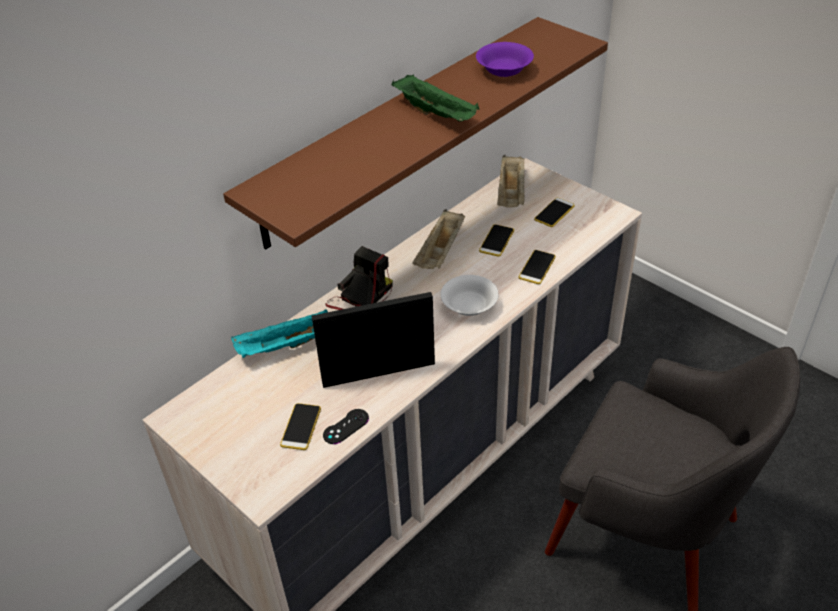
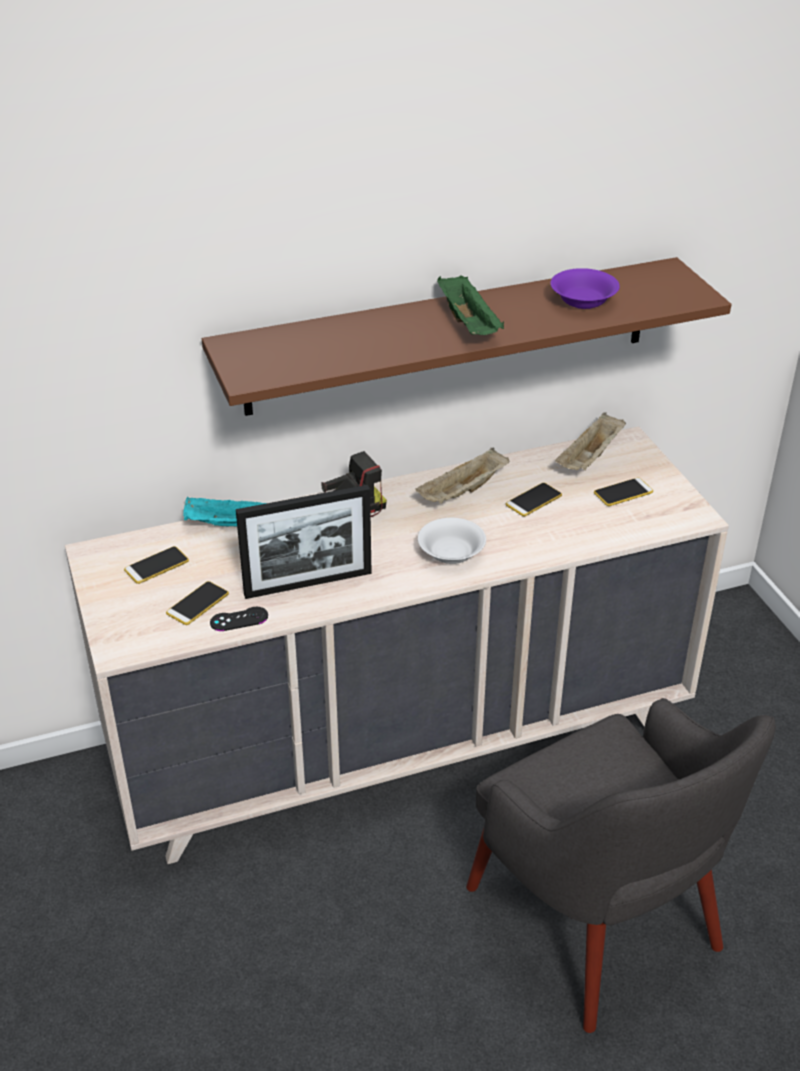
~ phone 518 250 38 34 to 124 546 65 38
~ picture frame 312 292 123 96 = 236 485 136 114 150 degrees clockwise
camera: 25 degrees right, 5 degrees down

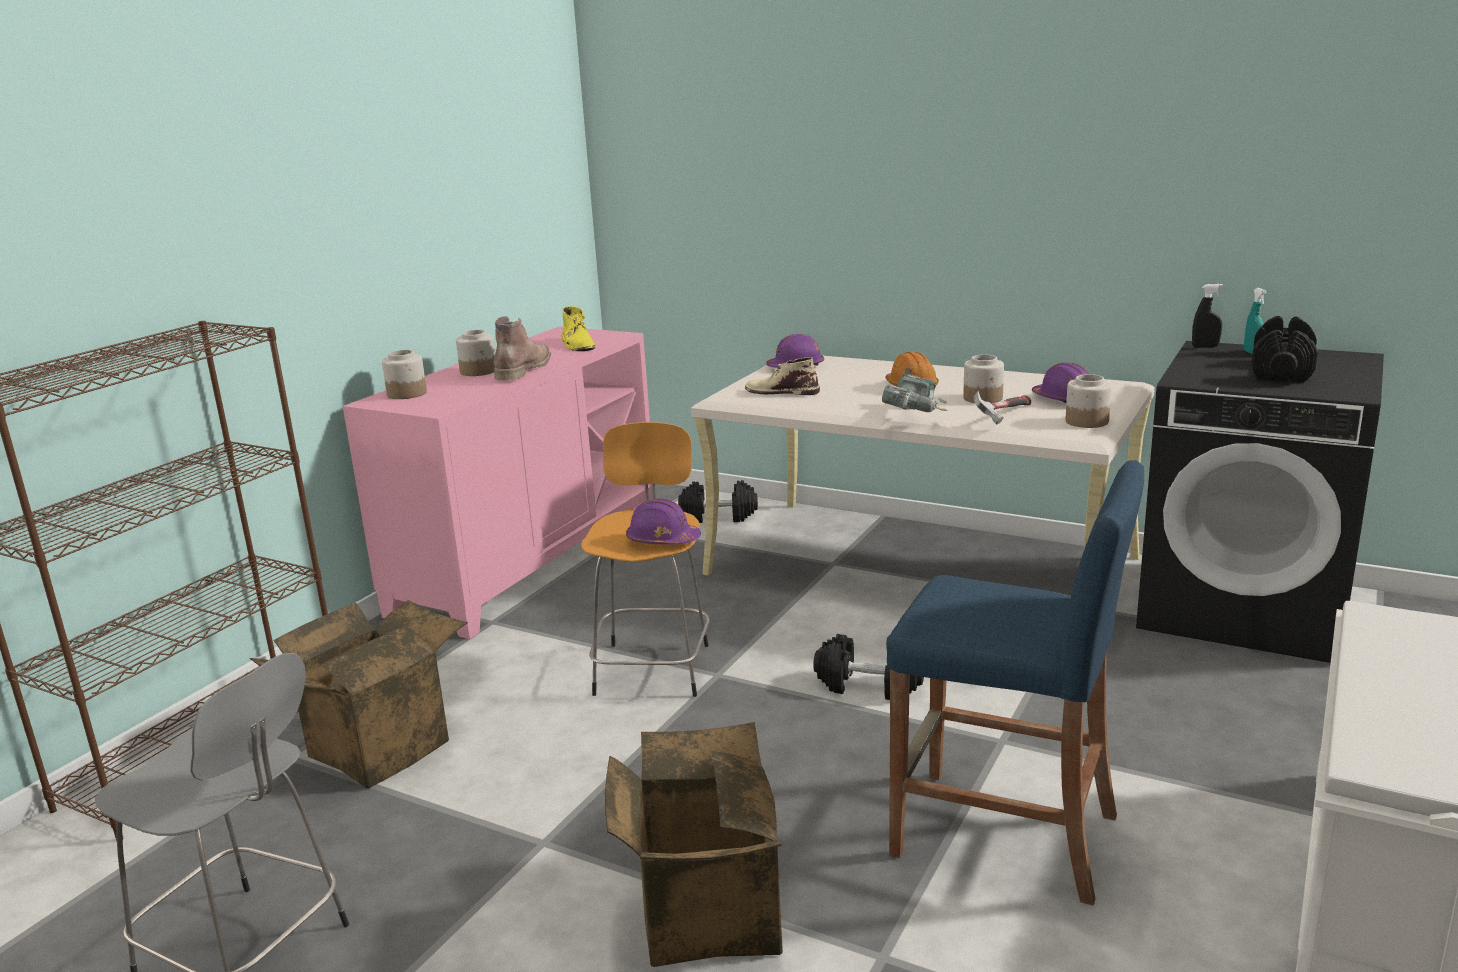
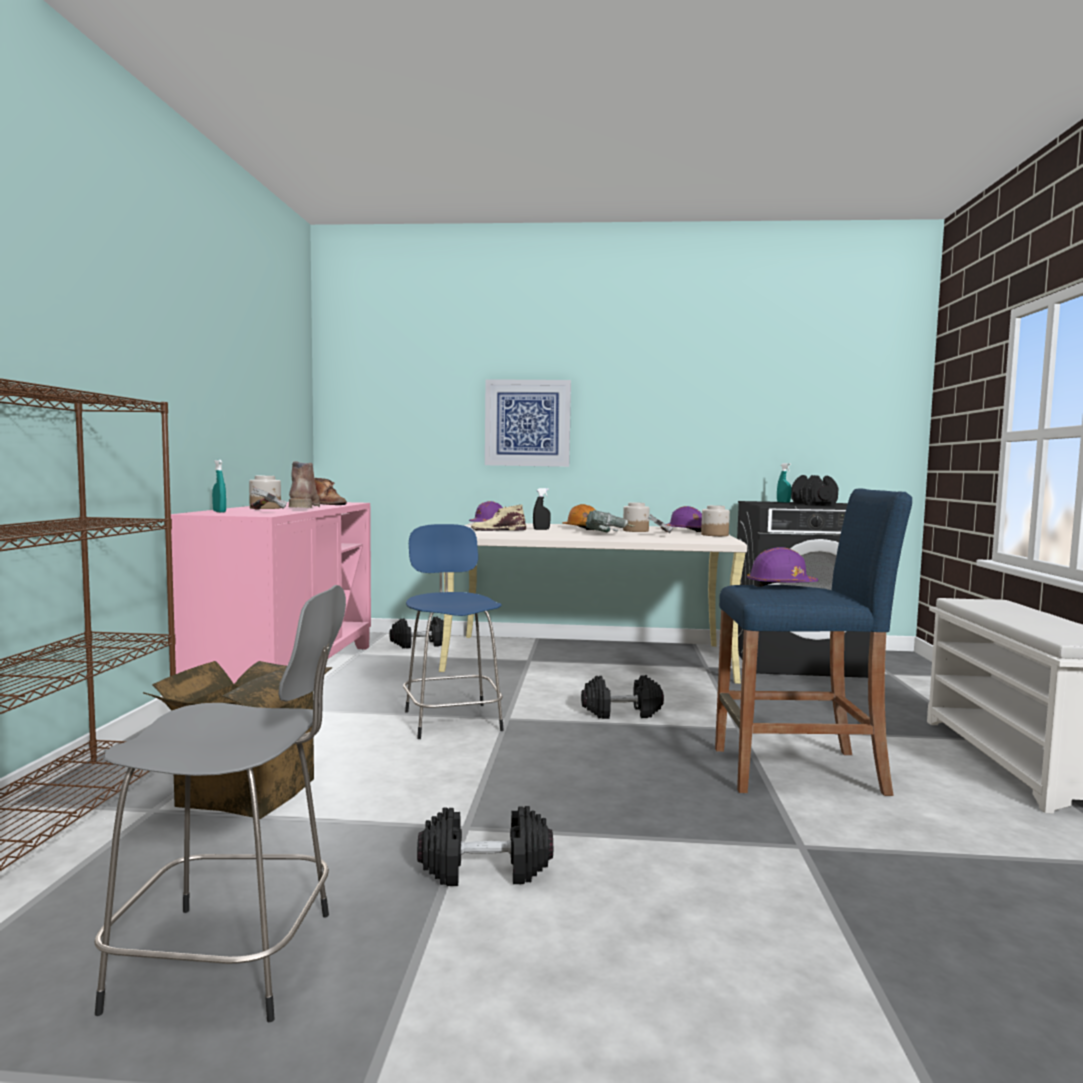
- cardboard box 605 722 178 245
+ hammer 251 488 36 22
+ dumbbell (black) 417 806 136 80
+ picture 485 379 86 88
~ hard hat (purple) 626 498 75 47 to 747 547 71 39
~ spray bottle (black) 1192 284 31 64 to 533 488 18 42
~ jar 382 350 45 49 to spray bottle (turquoise) 212 459 14 54
~ boot (yellow) 562 306 34 45 to boot (brown) 314 478 33 27
~ stool (orange) 581 422 129 275 to stool (blue) 403 524 101 215
camera: 25 degrees left, 15 degrees down

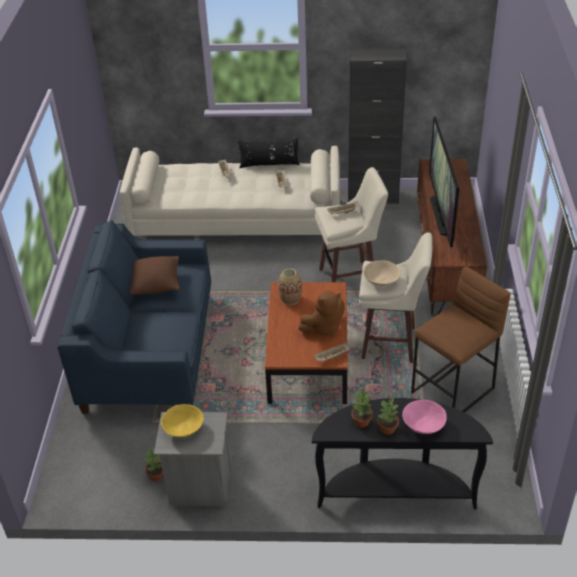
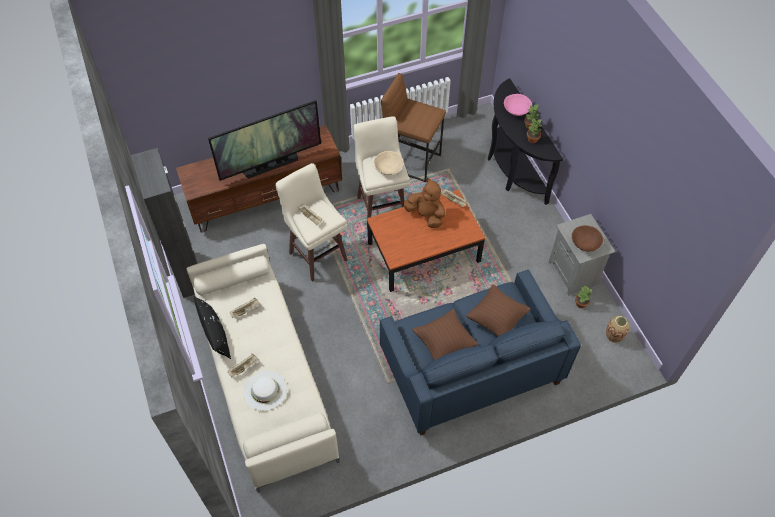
+ hat (white) 243 371 44 40
+ pillow (brown) 466 284 64 52
~ vase 278 268 24 37 to 606 316 24 27
~ bowl (yellow) 161 404 43 33 to bowl (brown) 572 225 32 27
camera: 115 degrees left, 15 degrees up

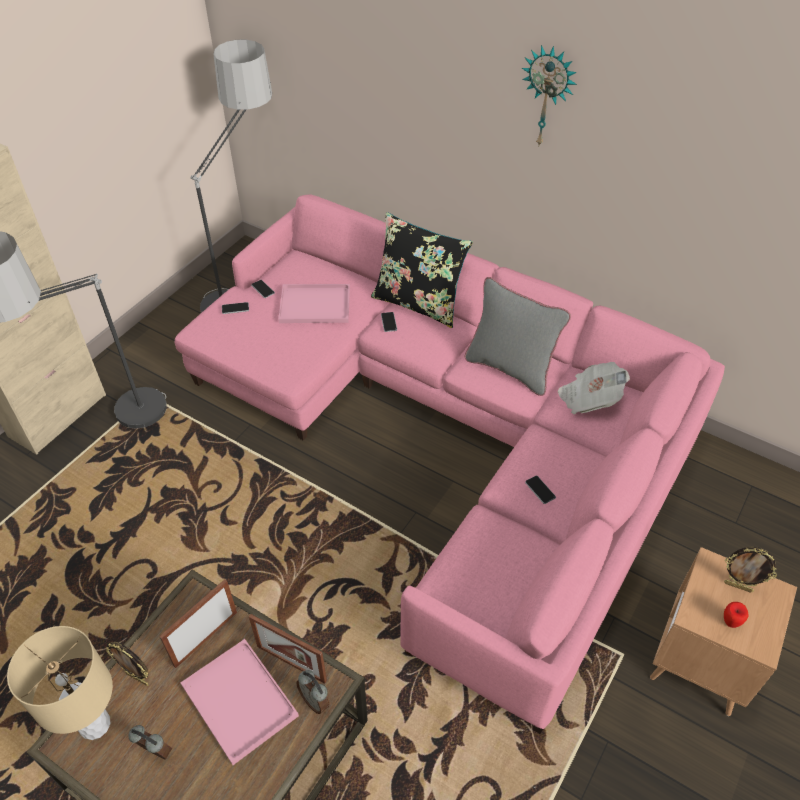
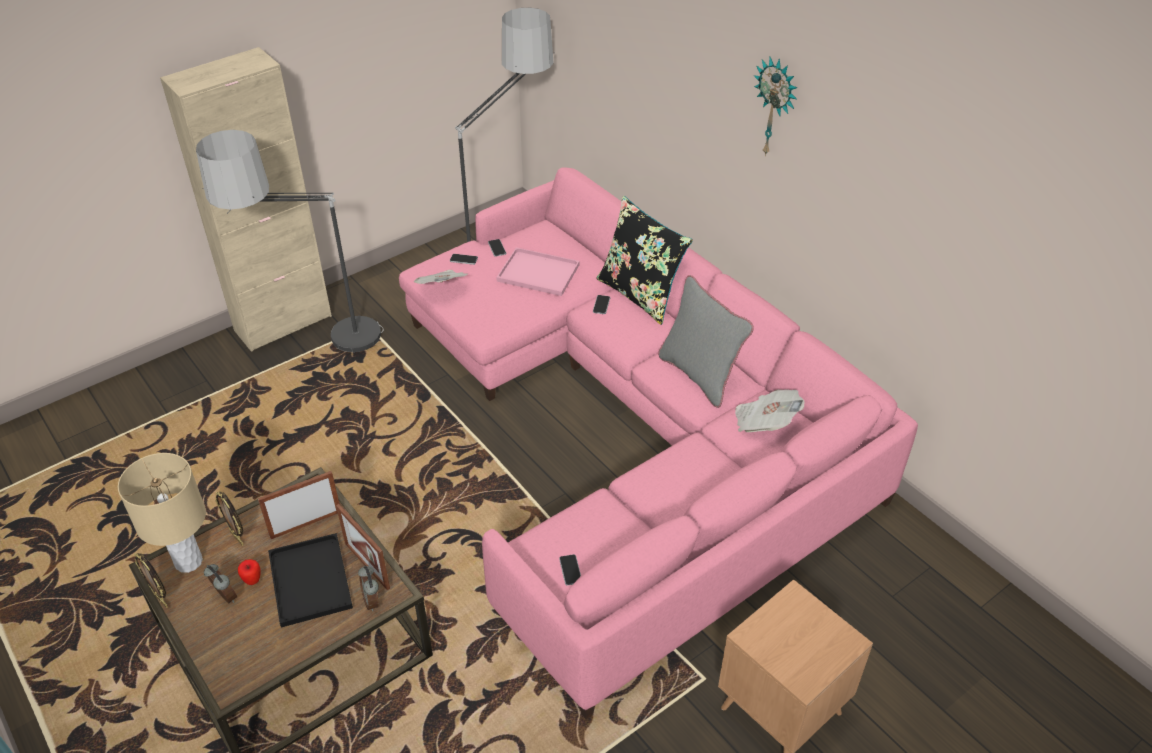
+ newspaper 413 270 54 14
~ phone 525 476 31 28 to 559 554 22 32
~ picture frame 724 547 53 46 to 135 553 33 55
~ apple 724 602 25 26 to 238 559 23 26
~ tray (pink) 181 639 118 126 to tray (black) 268 533 85 95
camera: 20 degrees right, 5 degrees down

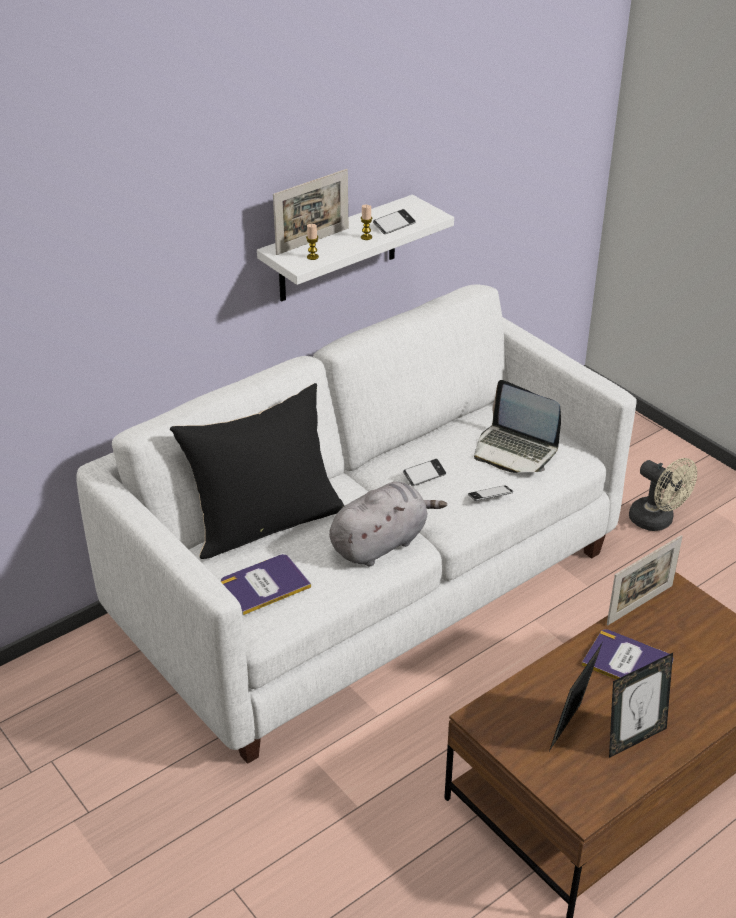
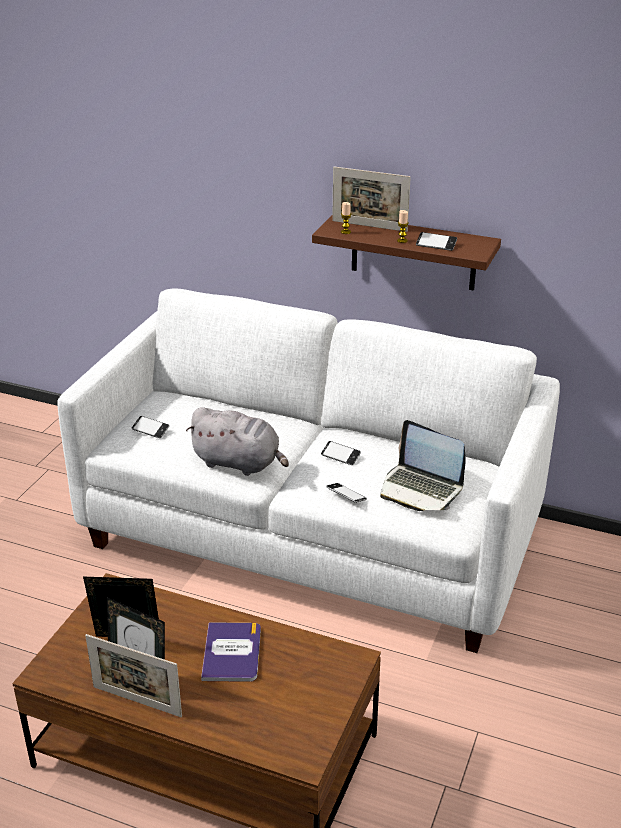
- pillow (black) 170 383 175 176
- fan (beige) 629 458 68 73
~ picture frame 607 535 76 90 to 85 634 97 83
~ book 221 554 90 61 to phone 132 416 37 22
~ shelf (white) 257 195 197 107 to shelf (brown) 312 215 189 76
~ laptop 474 380 87 93 = 380 420 86 91 60 degrees counterclockwise
camera: 60 degrees right, 5 degrees down

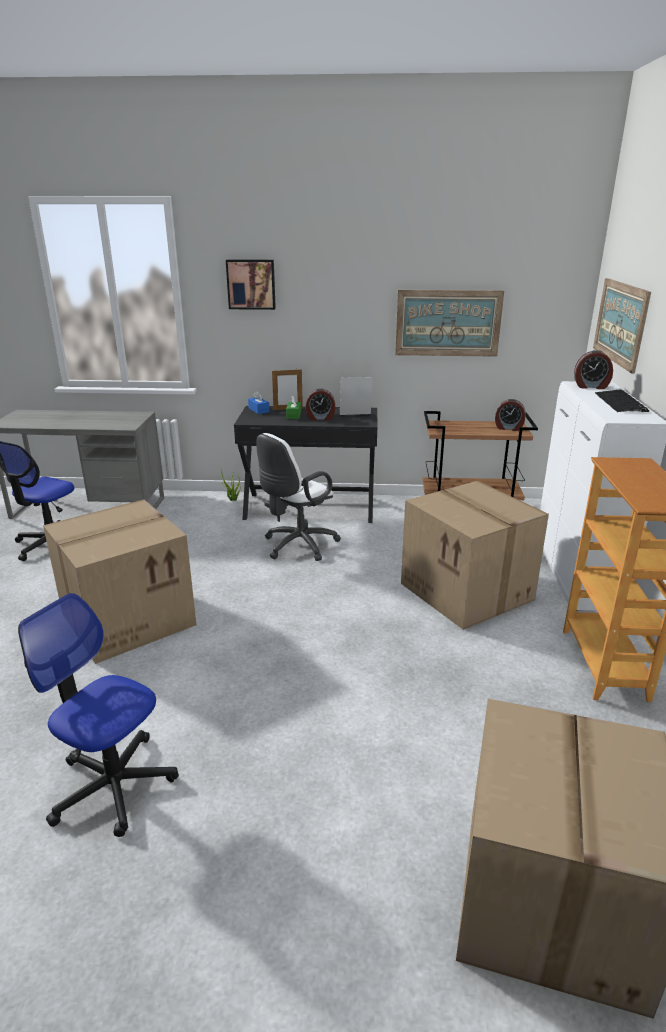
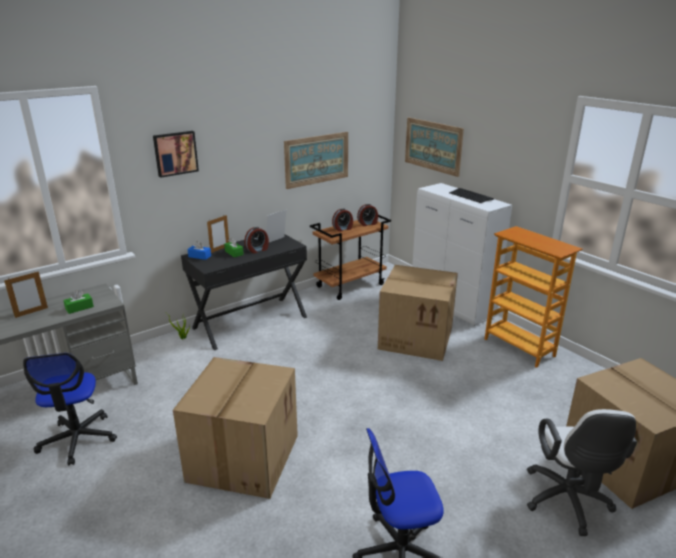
+ picture frame 4 271 44 47
+ tissue box (green) 63 290 31 24
~ office chair (white) 256 433 85 128 to 527 409 110 127
~ alarm clock 574 350 39 39 to 332 209 21 23
camera: 40 degrees left, 0 degrees up

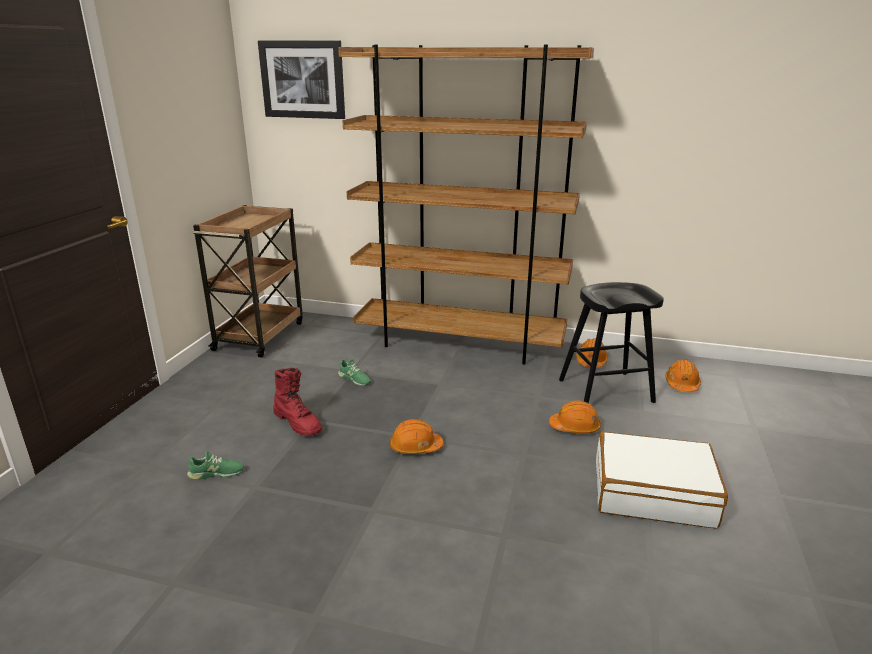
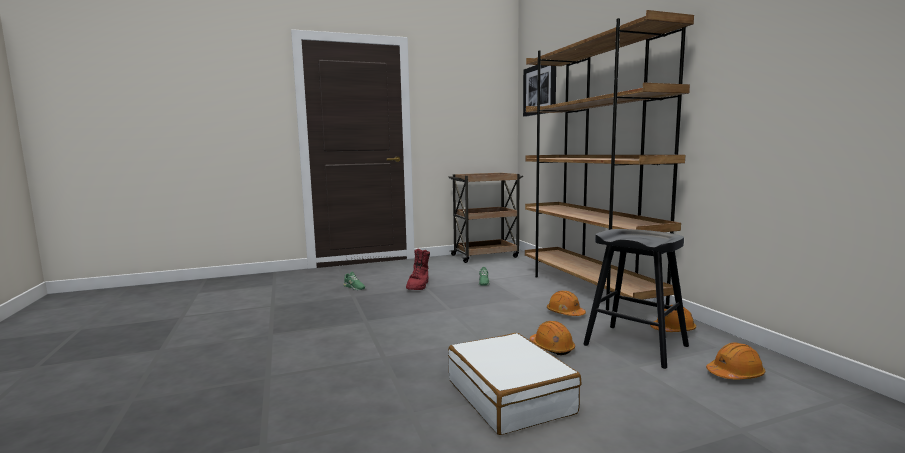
~ hard hat (orange) 390 419 53 35 to 547 291 39 25
camera: 55 degrees right, 15 degrees down

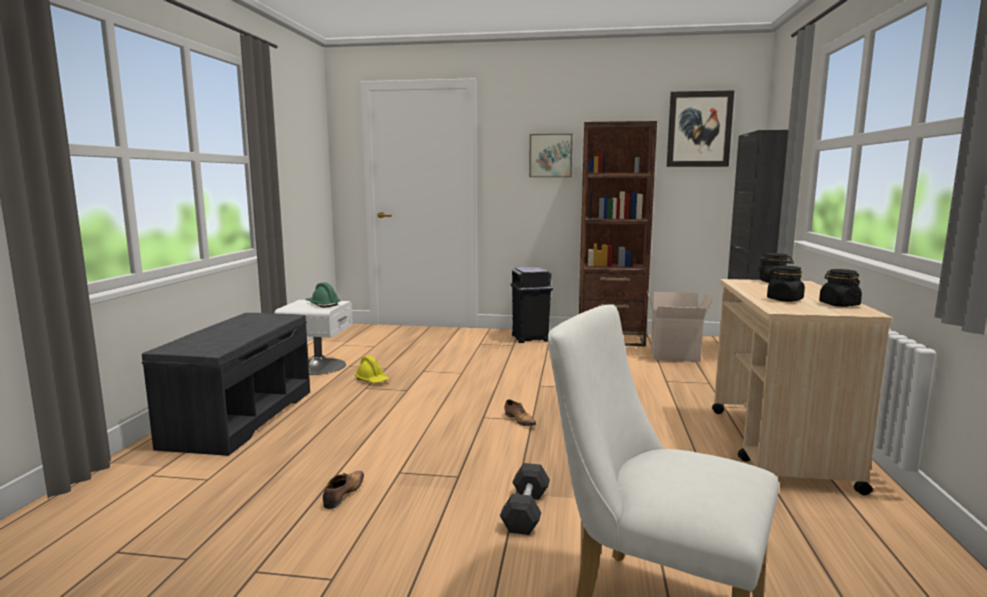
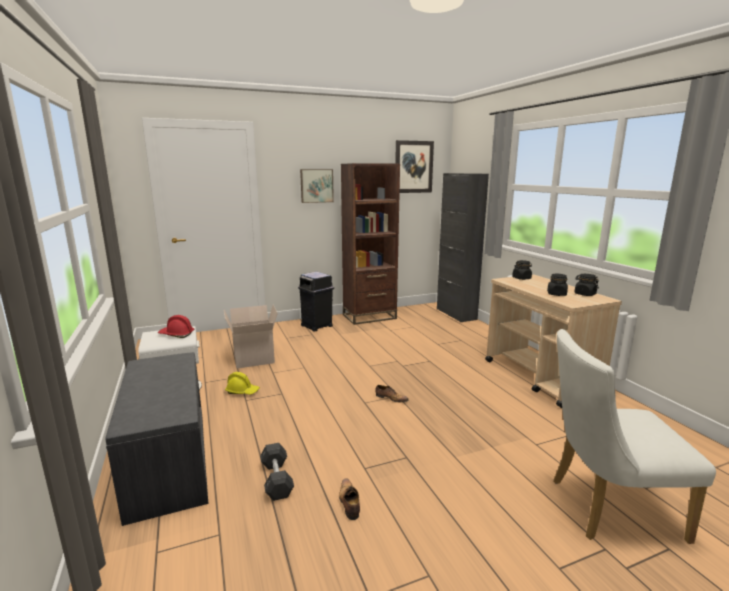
~ dumbbell (grey) 500 463 50 72 to 260 443 34 58
~ cardboard box 647 292 66 70 to 224 305 54 64
~ hard hat (green) 306 282 34 26 to hard hat (red) 158 315 36 23
camera: 30 degrees left, 5 degrees up

